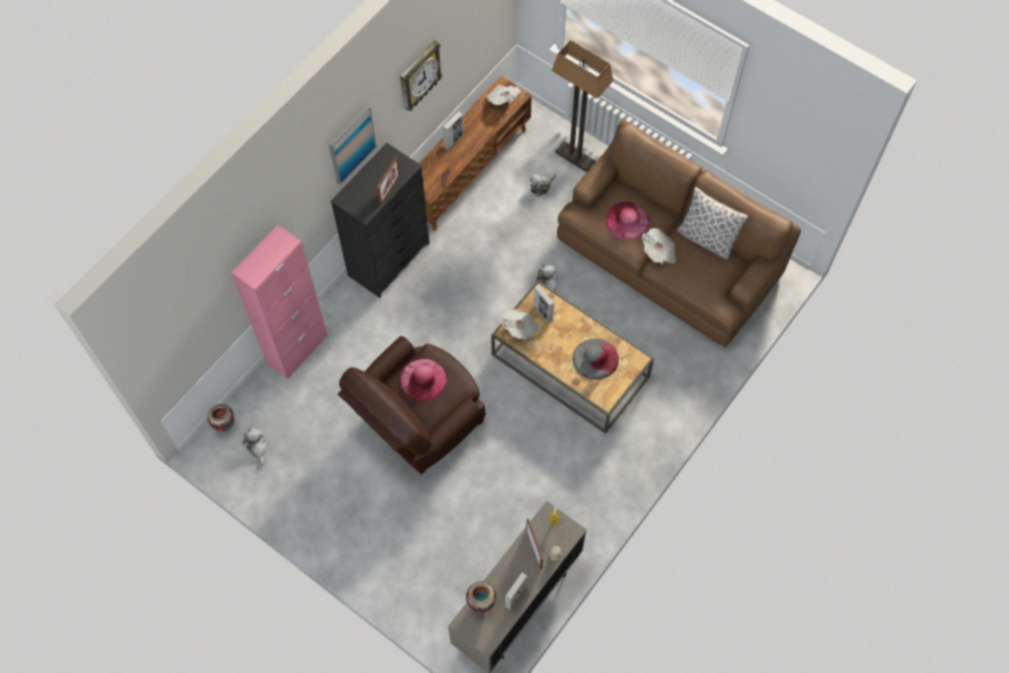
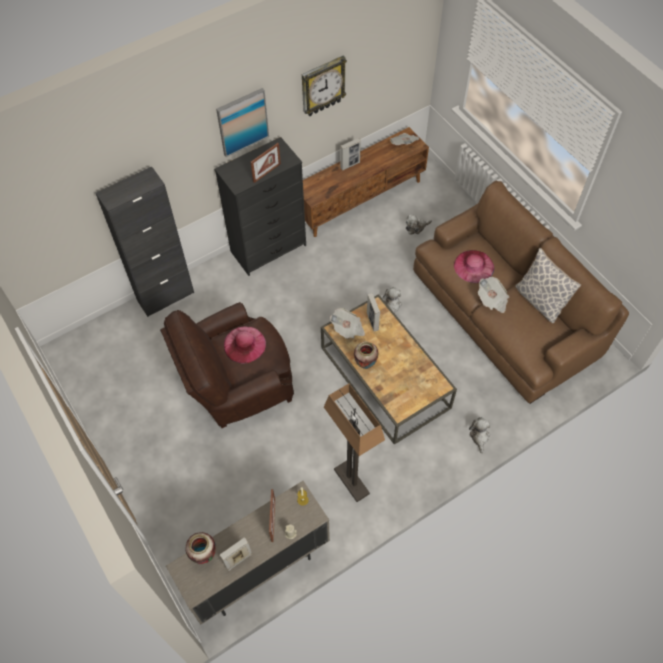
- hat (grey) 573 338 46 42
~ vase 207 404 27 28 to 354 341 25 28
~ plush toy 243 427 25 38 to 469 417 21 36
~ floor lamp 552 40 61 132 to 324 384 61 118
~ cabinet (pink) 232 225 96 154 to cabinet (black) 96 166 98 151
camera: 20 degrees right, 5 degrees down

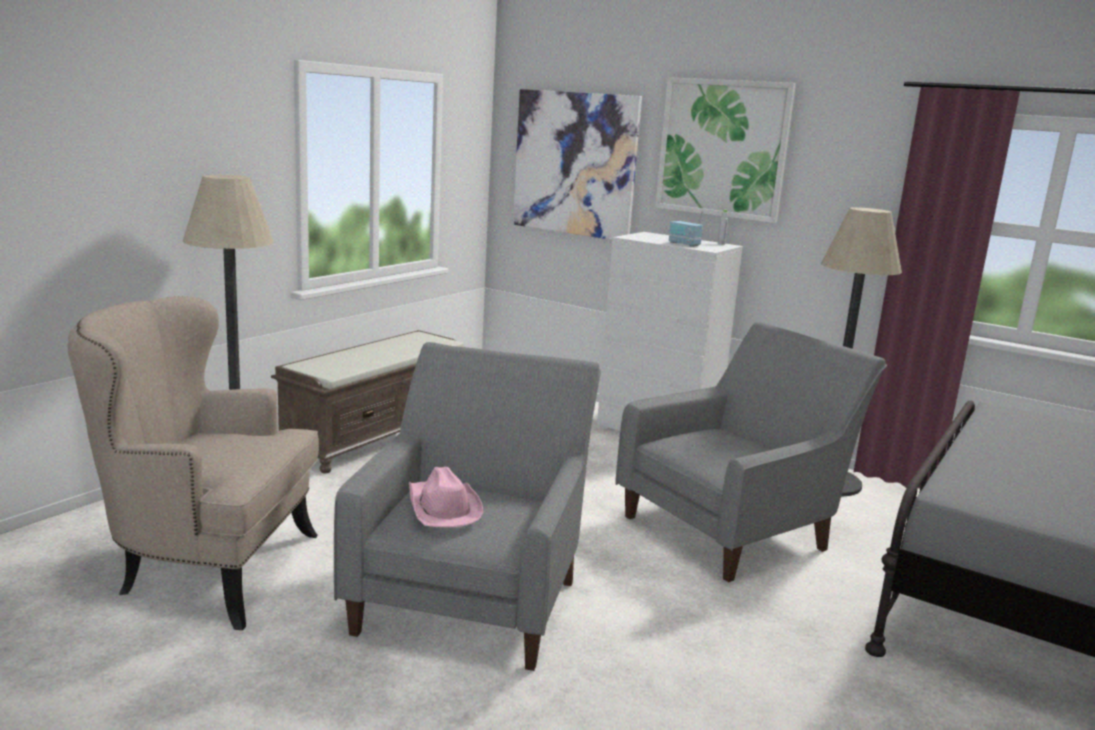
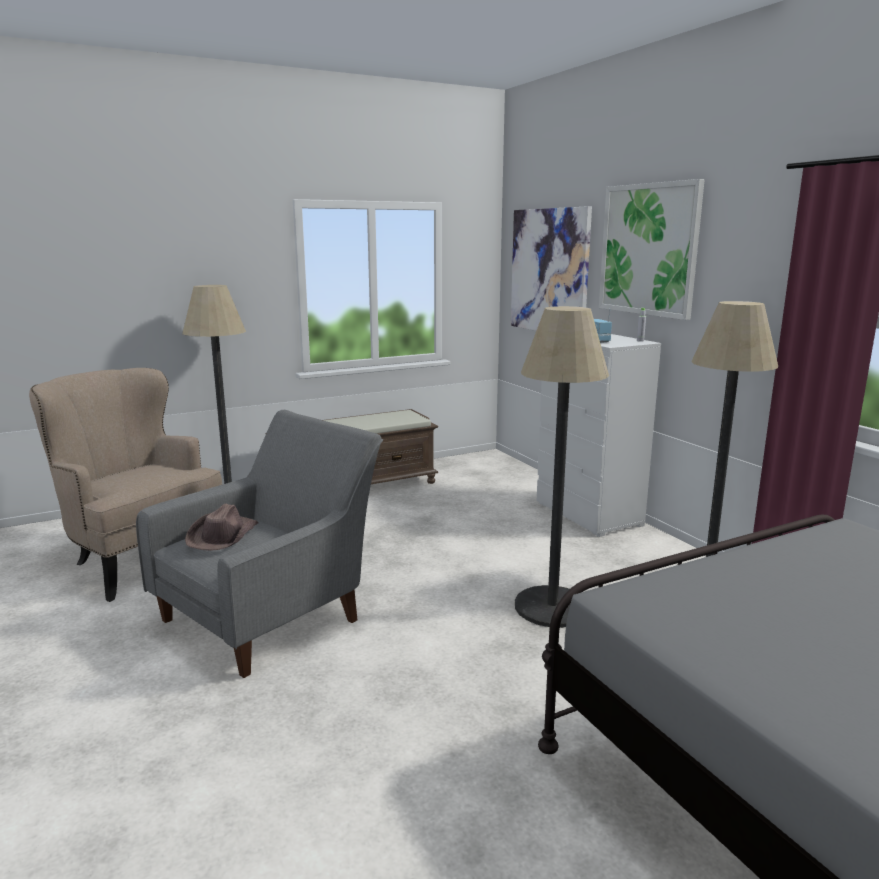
~ armchair (grey) 615 321 272 261 to floor lamp 515 306 94 322
~ hat (pink) 409 467 74 60 to hat (brown) 185 504 74 47
camera: 30 degrees right, 0 degrees up

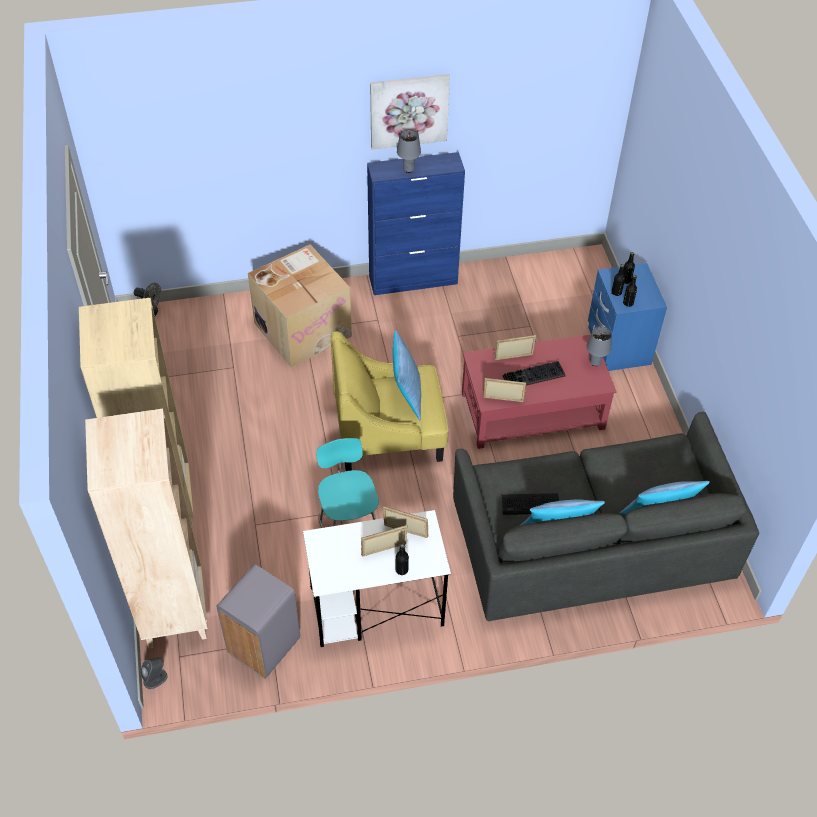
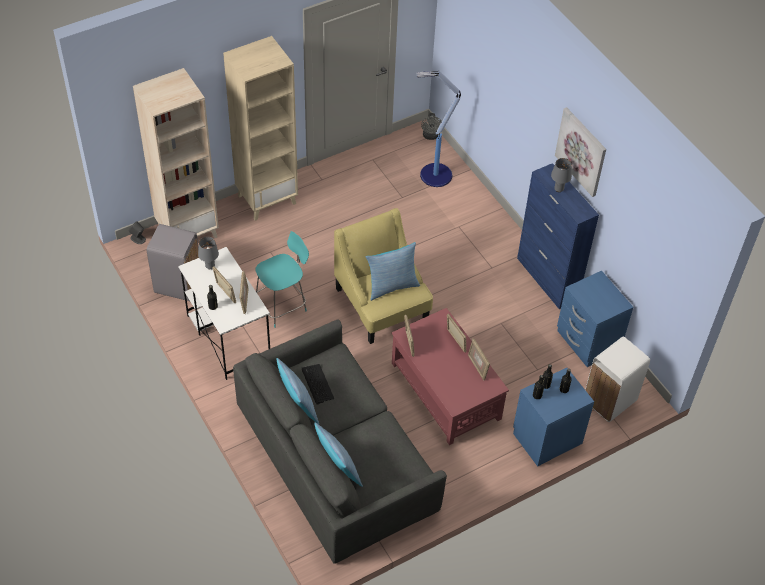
- cardboard box 248 245 104 122
- keyboard 503 361 63 25
+ floor lamp 417 70 44 117
+ picture frame 468 339 22 41
+ nightstand (blue) 557 271 76 96
+ trash can (white) 585 337 65 85
~ table lamp (grey) 586 326 26 40 to 198 237 21 32
camera: 70 degrees right, 0 degrees up

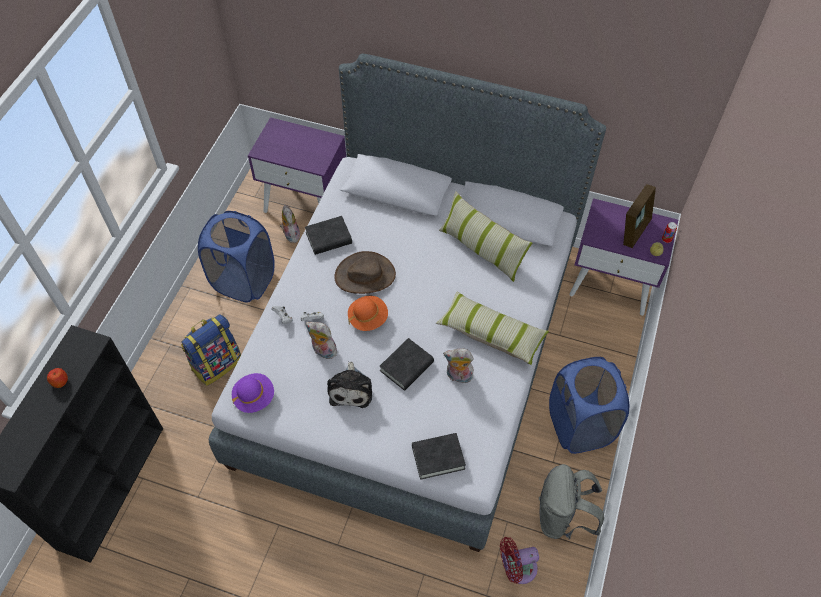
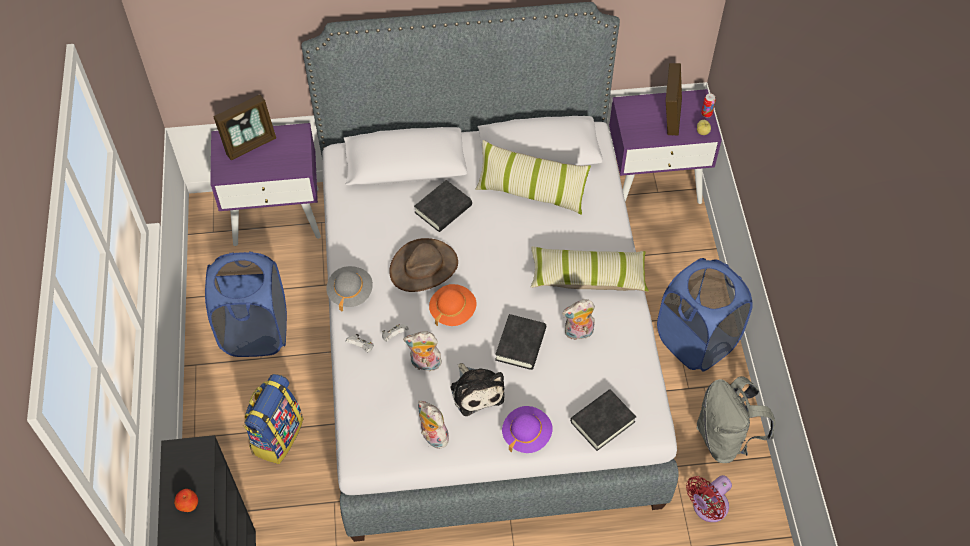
+ picture frame 214 95 62 65
+ hat (grey) 326 266 47 45
~ hat (purple) 232 373 42 40 to 502 406 51 47
~ plush toy 280 205 20 38 to 418 401 31 48
~ book (black) 305 216 47 39 to 414 180 58 52
camera: 25 degrees left, 0 degrees up

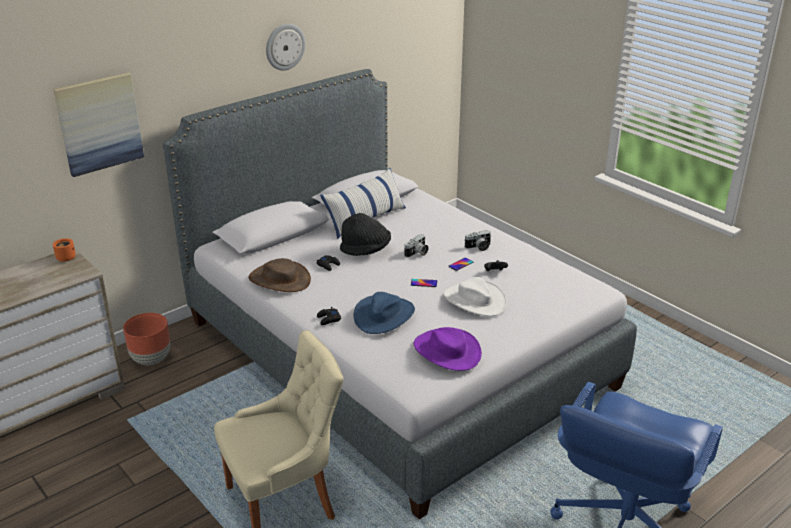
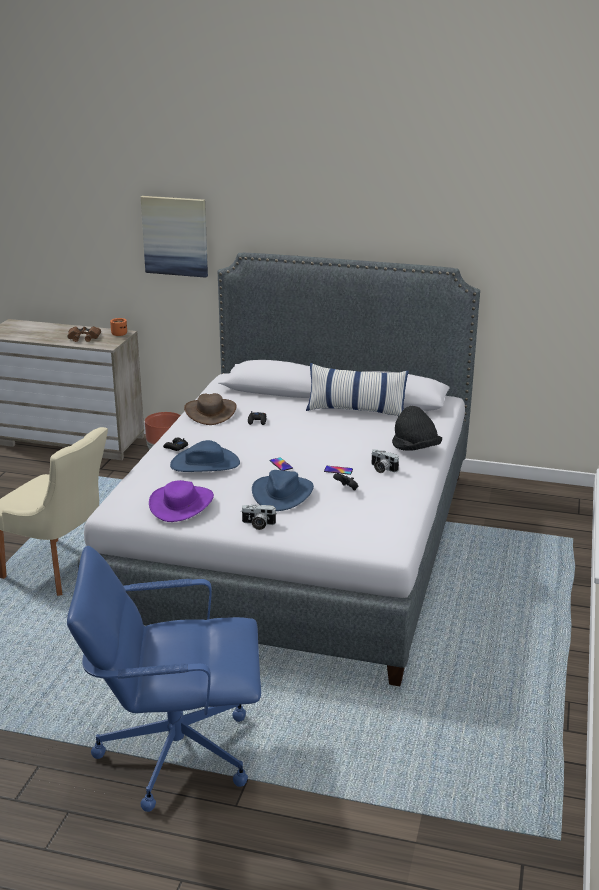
- wall clock 266 24 39 46
+ binoculars (brown) 68 326 33 16
~ hat (black) 340 213 51 43 to 392 406 50 45
~ photo camera 404 234 24 23 to 242 504 35 26
~ hat (white) 444 277 63 39 to hat (blue) 252 470 62 41
camera: 55 degrees right, 5 degrees down

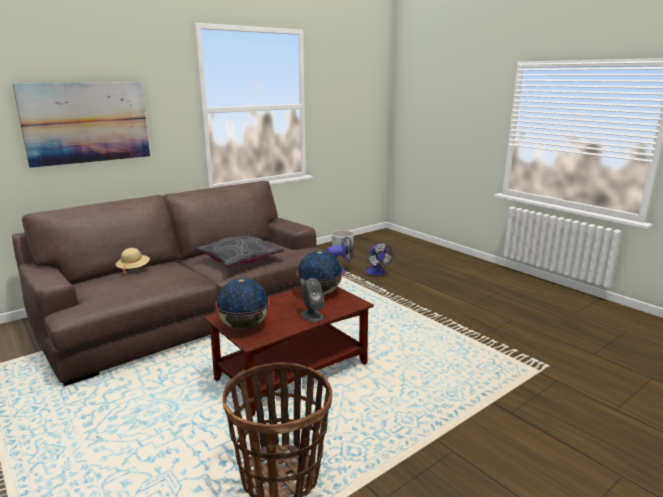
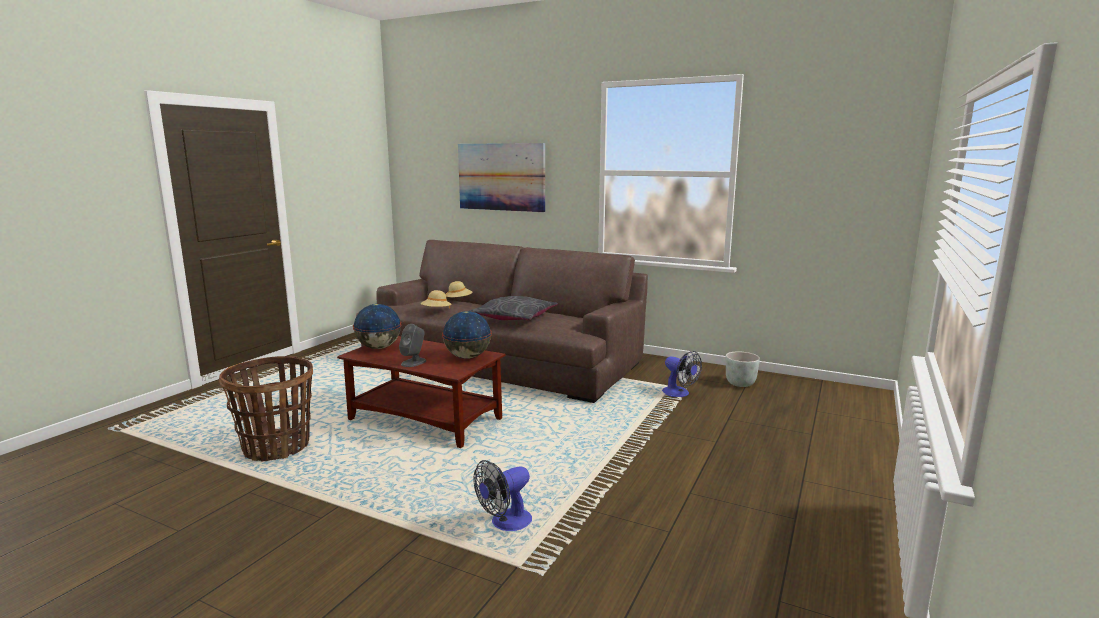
+ hat (beige) 421 290 31 19
~ fan 366 243 27 33 to 473 460 59 71
camera: 65 degrees right, 5 degrees down

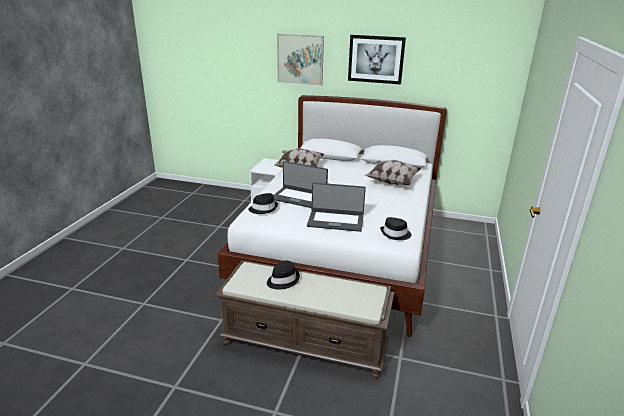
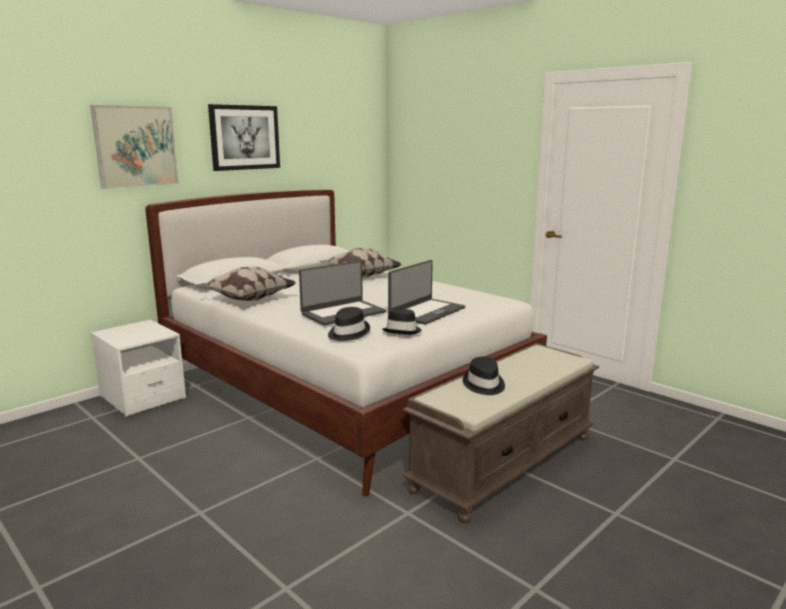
~ hat (black) 380 217 32 23 to 382 309 40 26
camera: 60 degrees left, 10 degrees down

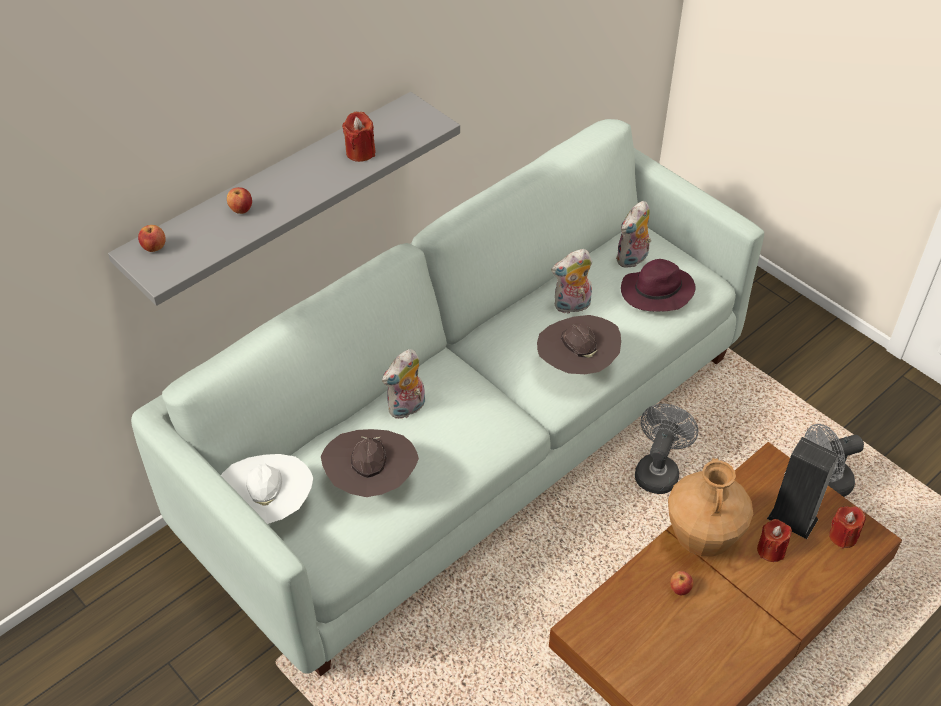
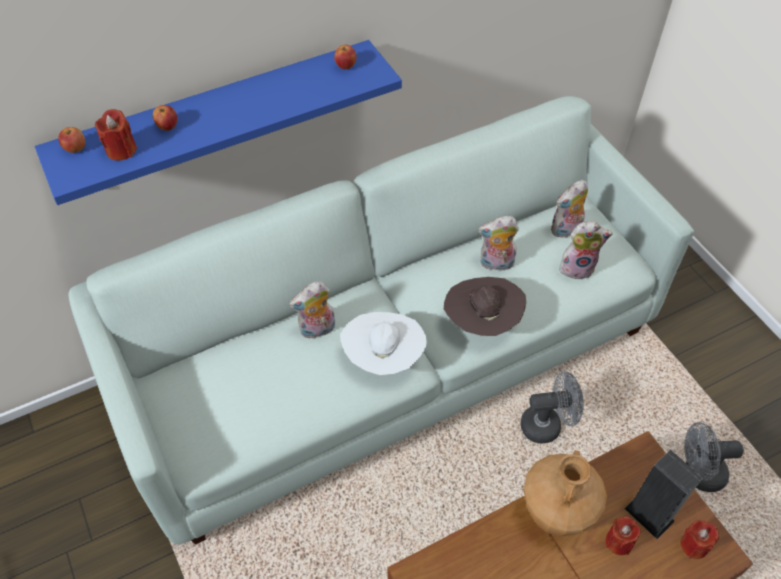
- hat (brown) 321 429 98 68
~ hat (white) 221 454 92 70 to 340 312 87 63
~ candle (red) 342 112 34 50 to 95 109 42 52
~ apple 670 571 23 24 to 334 45 22 25
~ hat (purple) 621 259 75 53 to plush toy 559 221 53 59
~ shelf (grey) 108 92 352 214 to shelf (blue) 35 40 367 165
~ fan (grey) 635 404 63 90 = 521 371 63 73 45 degrees clockwise
camera: 15 degrees right, 5 degrees up

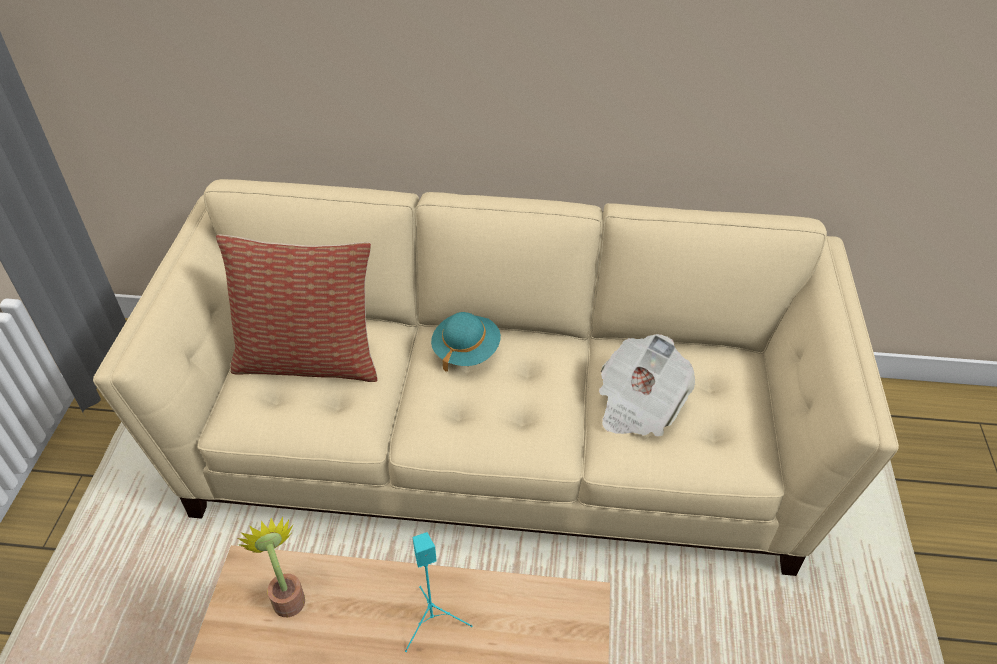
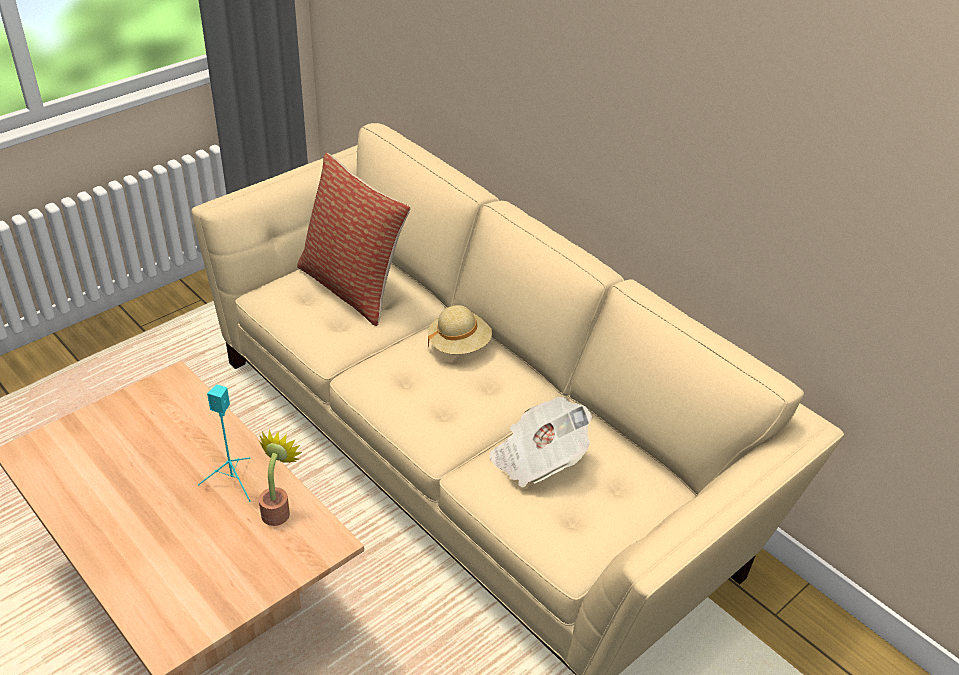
~ potted plant 238 517 67 100 to 259 429 43 97
~ hat (turquoise) 431 312 70 60 to hat (beige) 428 305 64 49
camera: 40 degrees right, 5 degrees down

